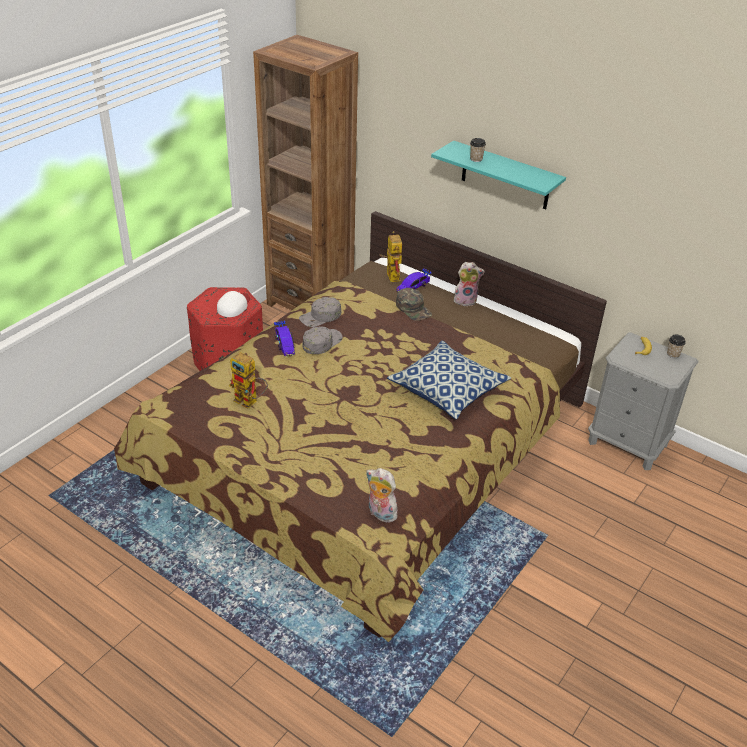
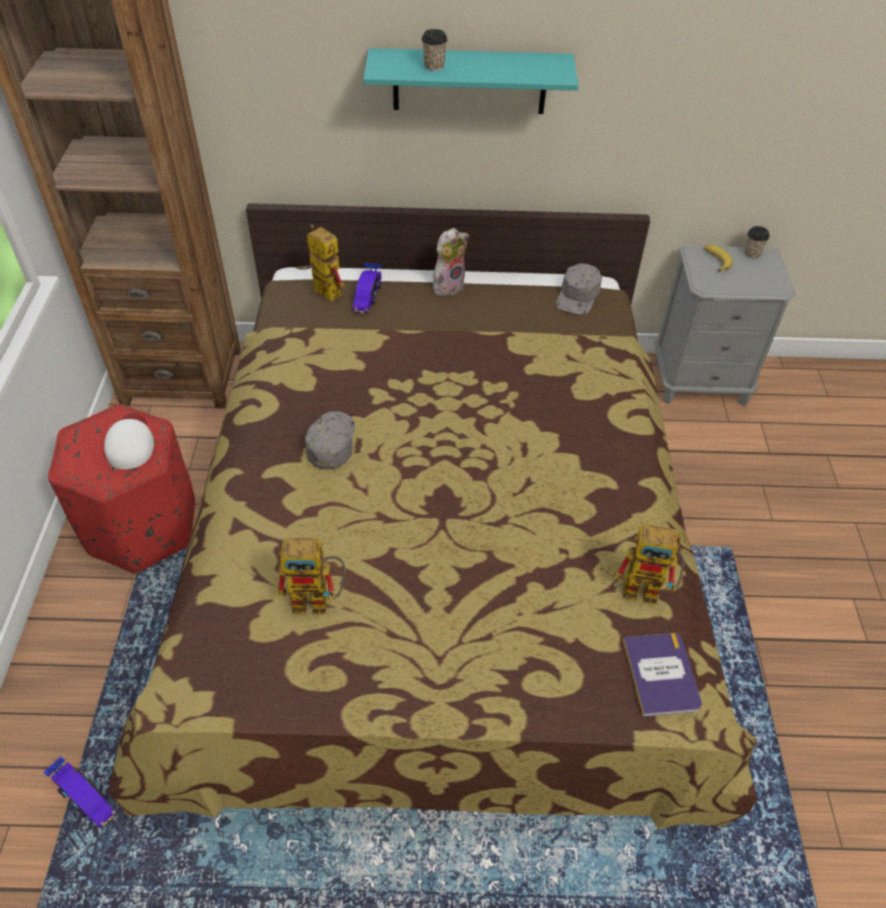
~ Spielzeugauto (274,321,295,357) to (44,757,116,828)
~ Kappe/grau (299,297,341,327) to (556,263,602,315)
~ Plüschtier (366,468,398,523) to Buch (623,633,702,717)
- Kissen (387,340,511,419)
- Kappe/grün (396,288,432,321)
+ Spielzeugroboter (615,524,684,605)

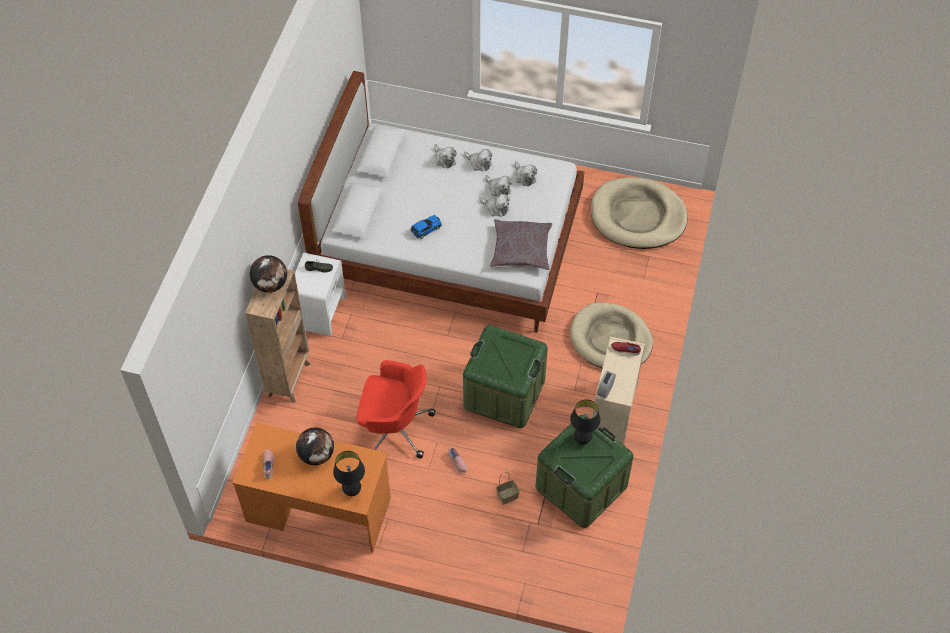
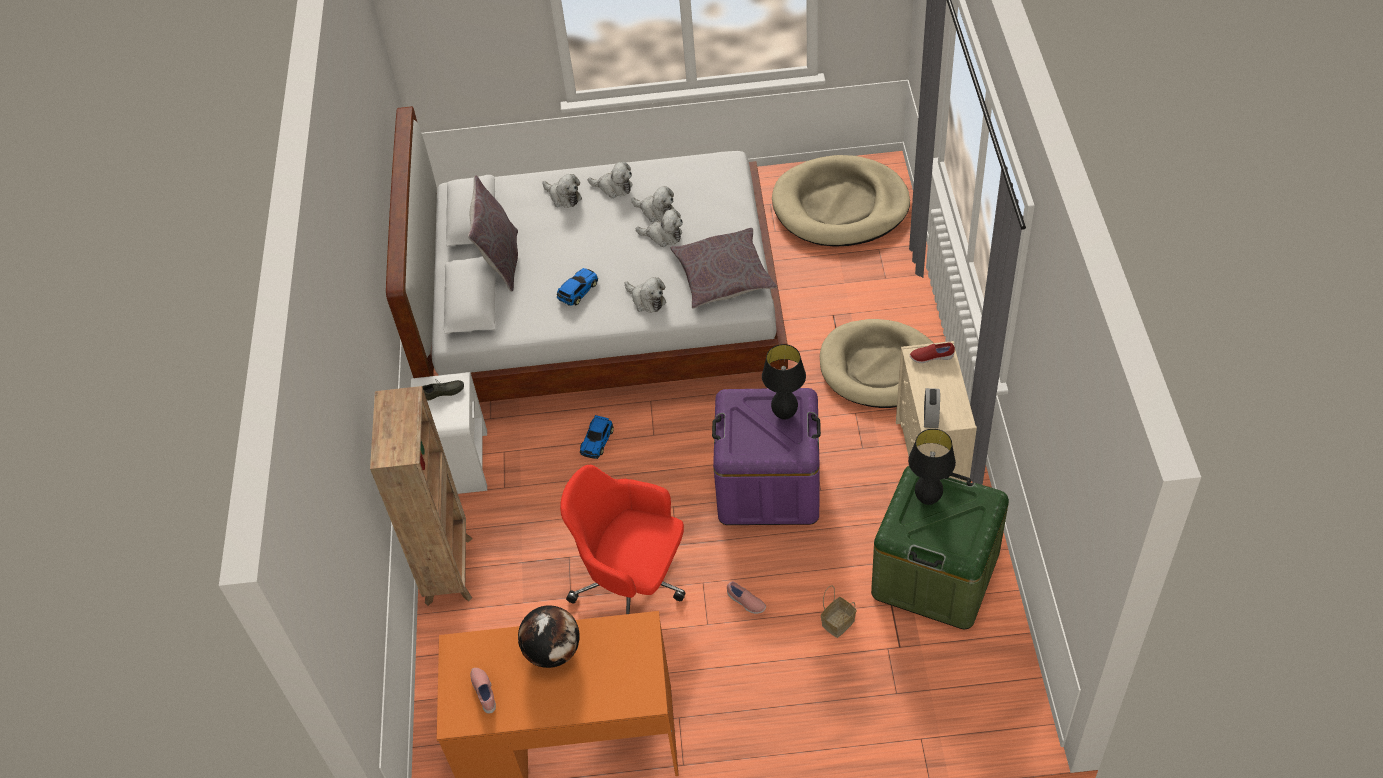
- Globus (250,255,287,293)
~ Tischlampe/schwarz (333,451,365,496) to (762,344,806,420)
~ Bürostuhl/rot (357,360,435,459) = (560,465,686,614) 150 degrees counterclockwise
~ Aufbewahrungsbox/grün (463,325,548,428) to Aufbewahrungsbox/lila (712,388,821,525)
~ Plüschtier (515,161,537,186) to (625,277,666,313)
+ Kissen/grau (468,175,518,292)
+ Spielzeugauto (580,415,614,459)

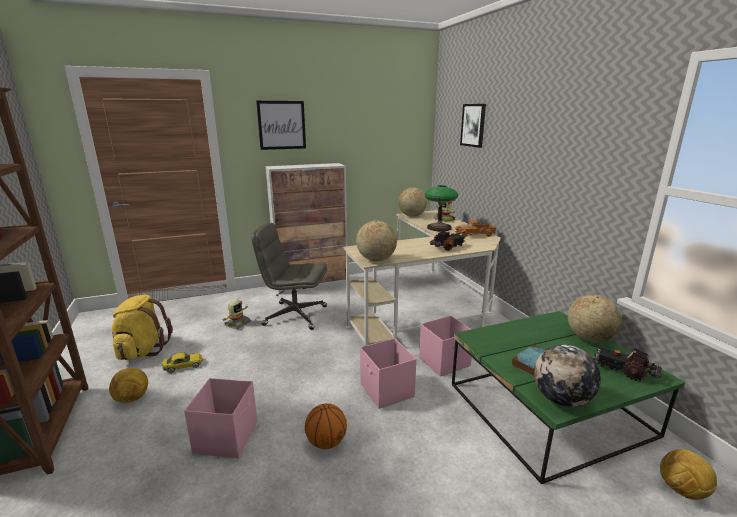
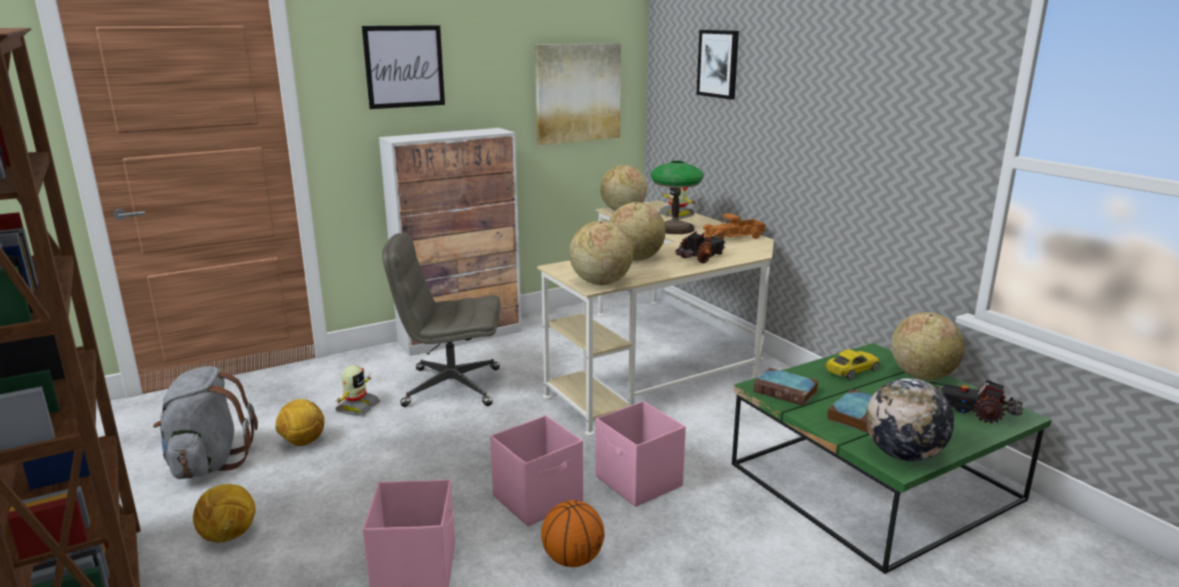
~ Rucksack/gelb (112,295,173,360) to Rucksack/grau (153,366,258,479)
~ Spielzeugauto/gelb (162,353,203,373) to (825,349,880,380)
~ Aufbewahrungsbox/rosa (419,316,472,377) to (490,415,583,526)
~ Fußball (660,449,717,500) to (275,399,325,446)
+ Bild (535,43,621,145)
+ Globus (609,202,666,261)
+ Buch (753,368,819,406)

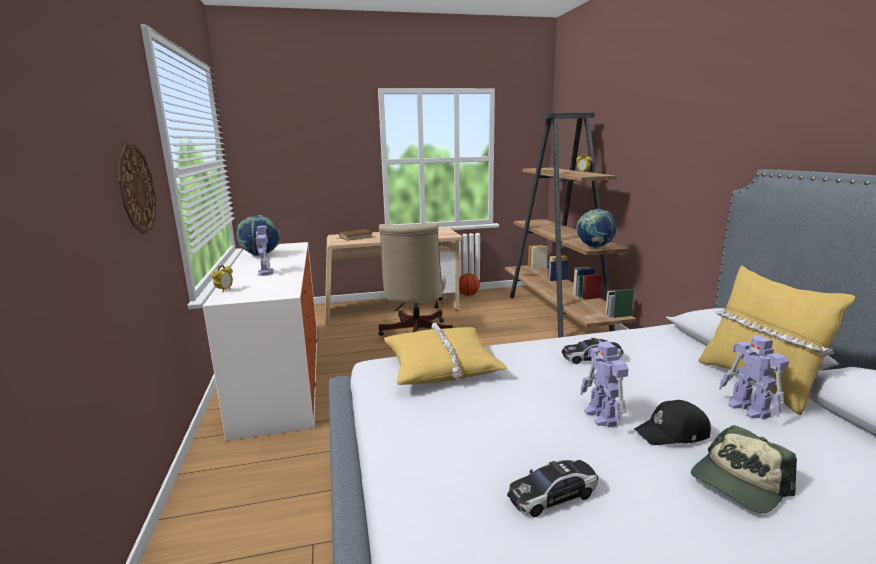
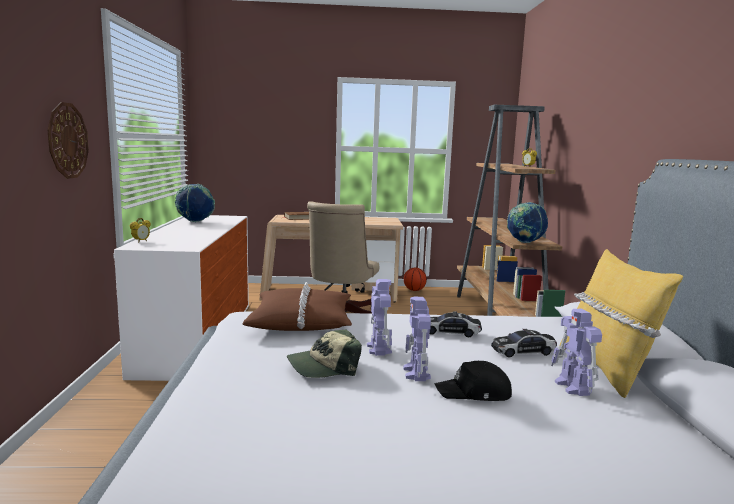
~ Spielzeugroboter (256,226,274,276) to (367,279,392,356)
~ Kissen/gelb (384,323,507,385) to Kissen/braun (243,282,352,331)
~ Spielzeugauto (507,460,598,517) to (491,329,557,358)
~ Kappe (691,425,797,513) to (287,329,362,378)

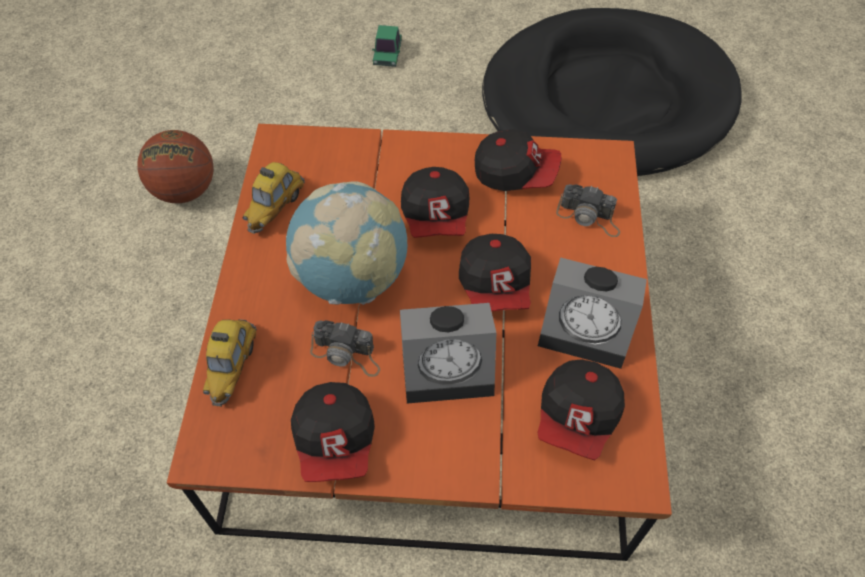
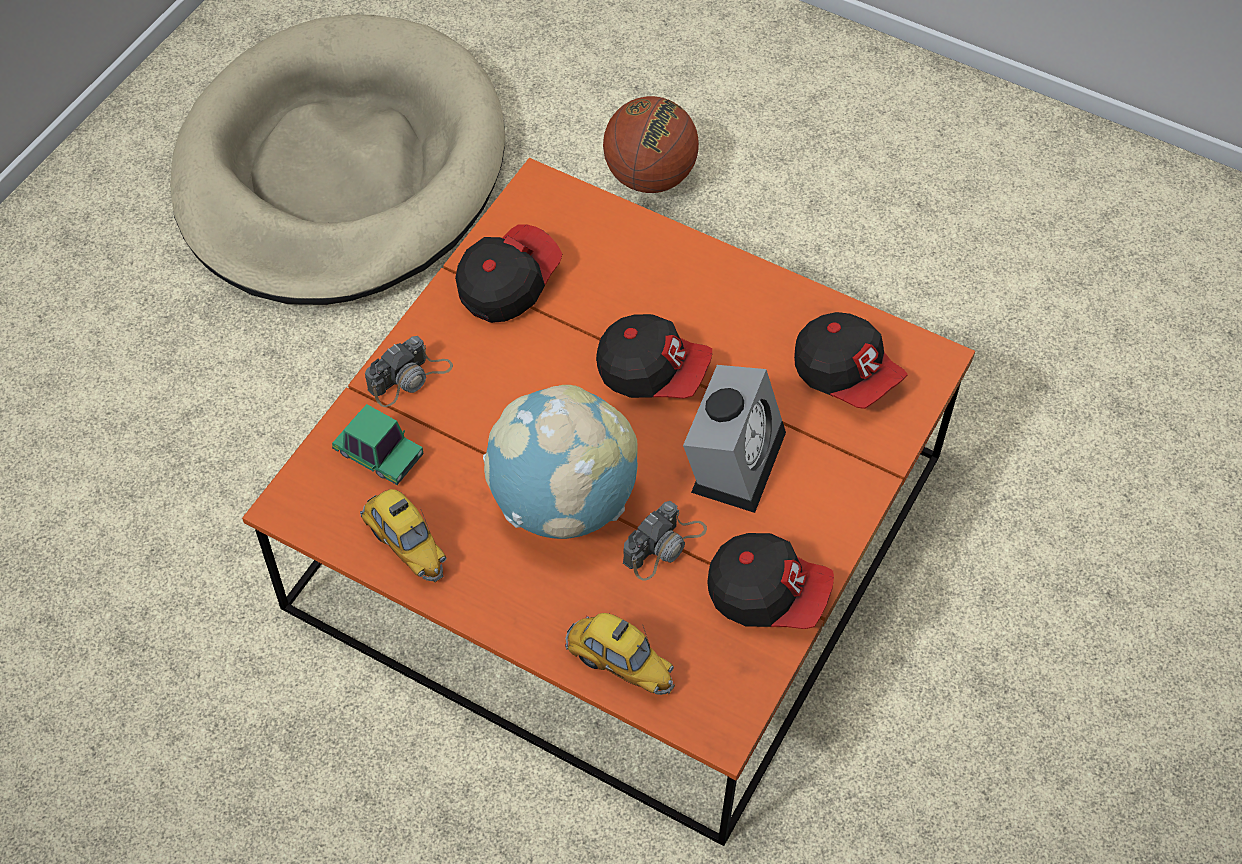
~ Basketball (138,130,214,203) to (603,96,699,193)
~ Spielzeugauto (372,25,402,67) to (332,404,424,485)
- Kappe (401,167,469,238)
~ Hundebett/schwarz (482,8,741,176) to Hundebett/beige (170,14,505,305)
- Wecker (538,257,647,369)
~ Kamera (556,184,620,237) to (365,336,453,407)

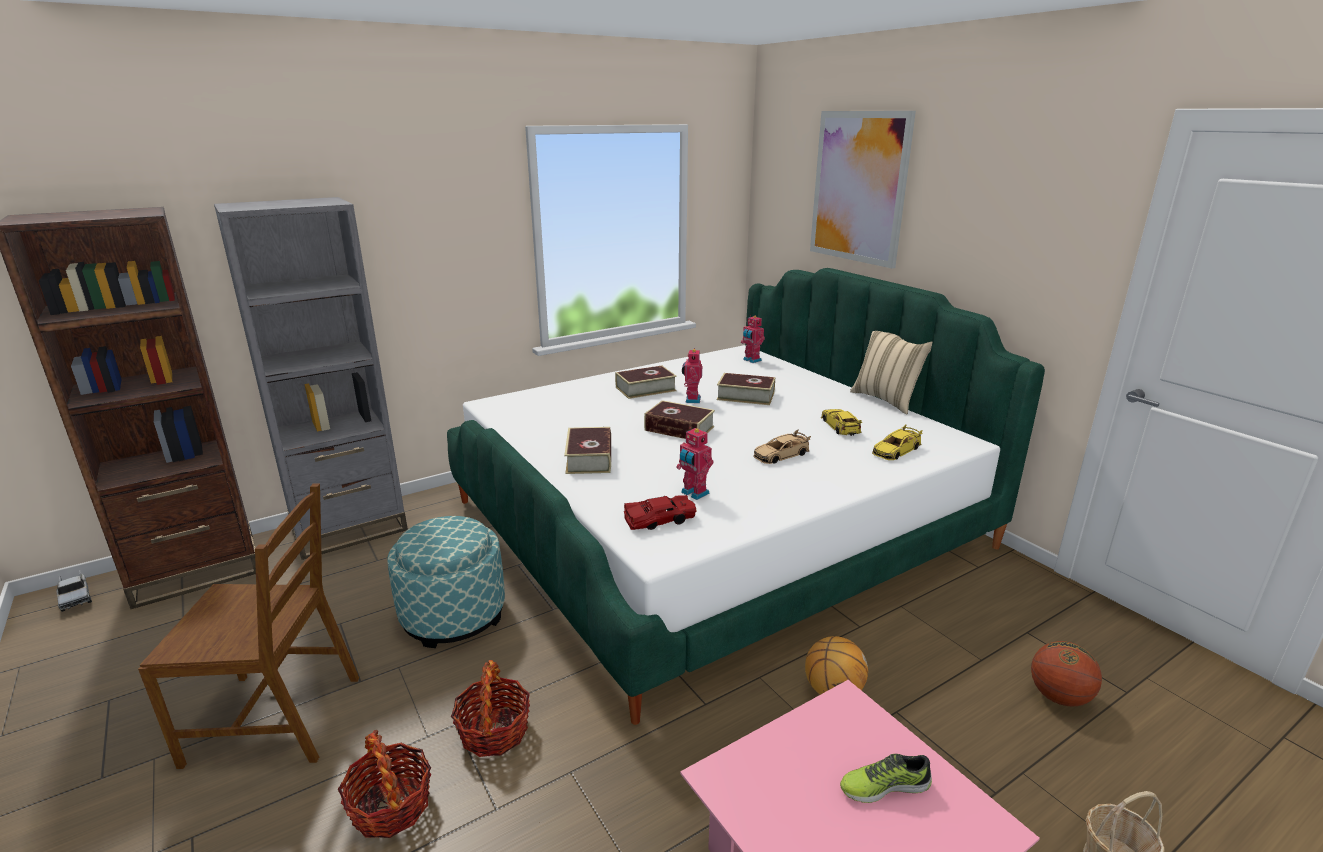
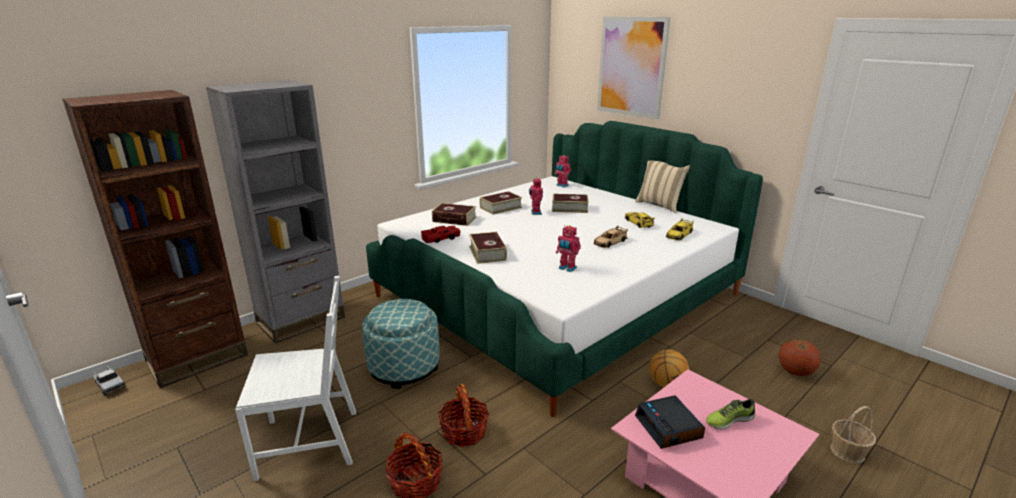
~ Stuhl/braun (138,484,359,769) to Stuhl/weiß (235,276,356,481)
~ Spielzeugauto/rot (624,495,696,530) to (421,226,461,243)
~ Buch (644,400,715,439) to (432,203,476,226)
+ Wecker (635,396,705,449)

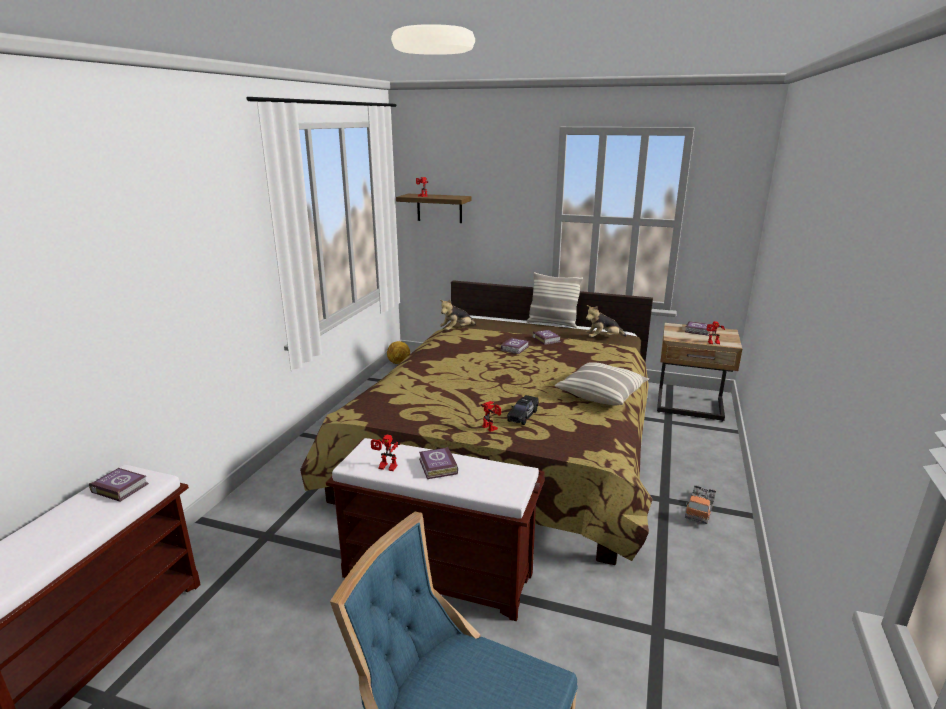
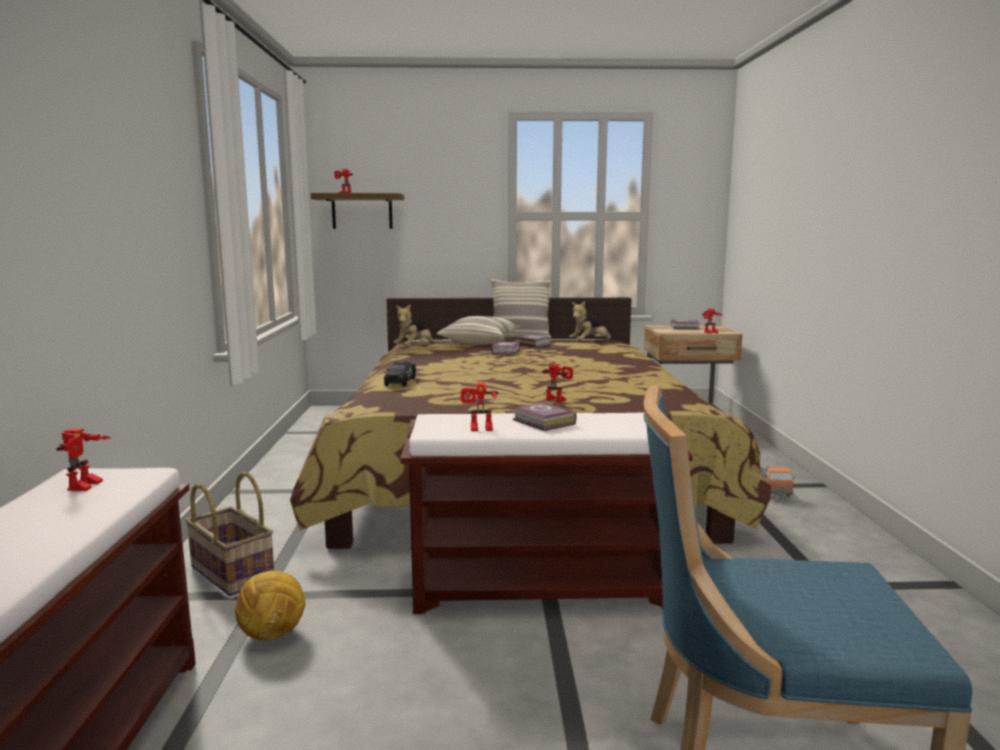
~ Buch (89,468,149,502) to Spielzeugroboter (56,429,111,491)
~ Fußball (387,341,410,364) to (235,571,305,640)
~ Spielzeugauto/schwarz (507,395,539,425) to (384,361,416,387)
~ Kissen (555,362,649,406) to (437,316,520,345)
+ Korb (185,472,274,596)

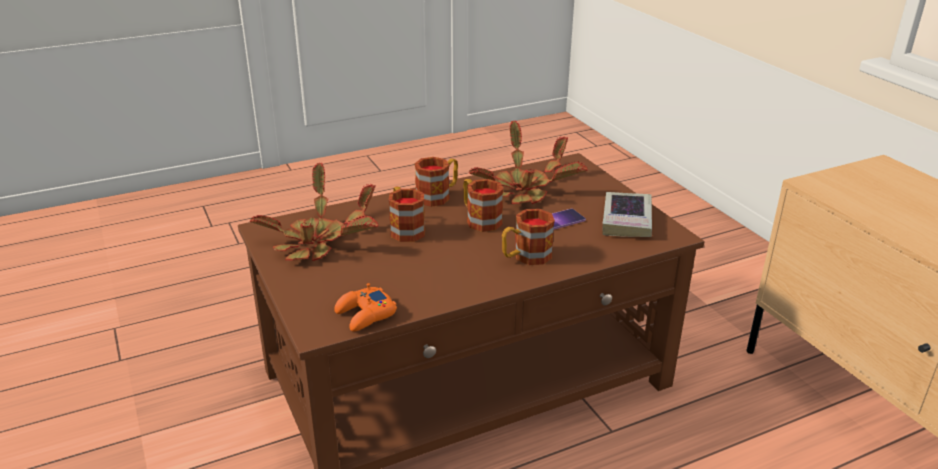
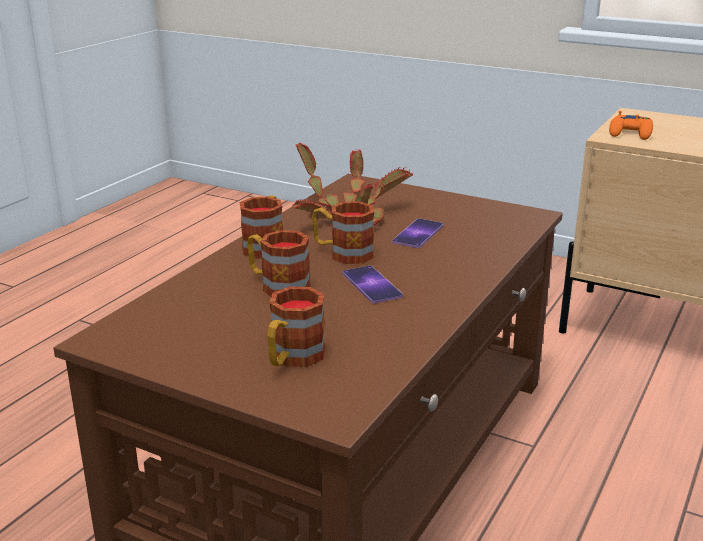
- Topfpflanze (250,163,378,261)
~ Gamepad/orange (334,283,397,332) to (609,111,653,140)
~ Henkelbecher (502,209,555,265) to (267,286,325,367)
- Buch (602,192,652,237)
+ Handy (342,266,403,304)

